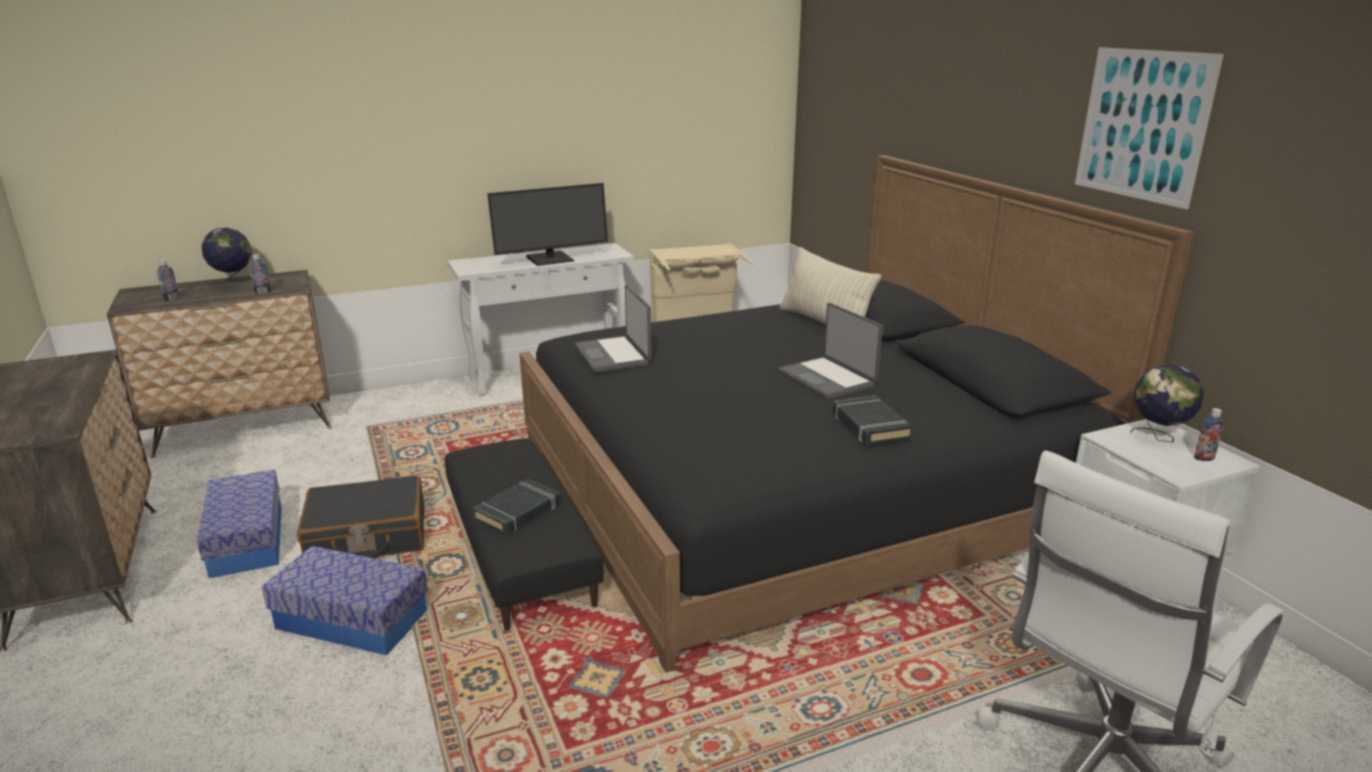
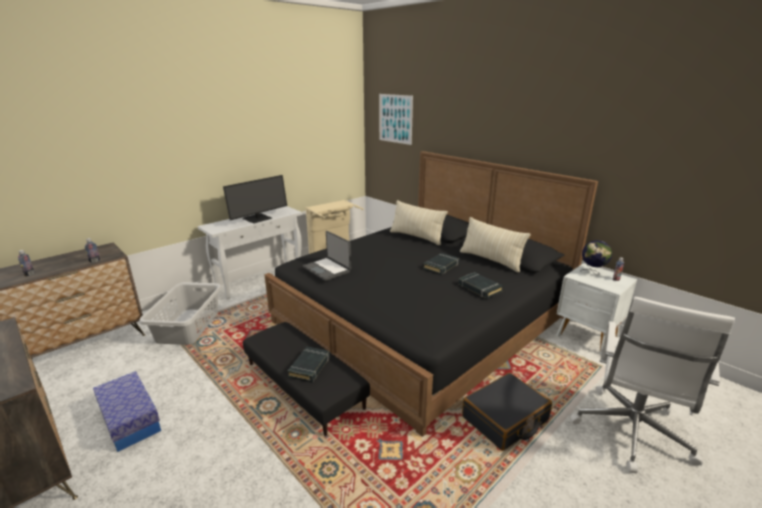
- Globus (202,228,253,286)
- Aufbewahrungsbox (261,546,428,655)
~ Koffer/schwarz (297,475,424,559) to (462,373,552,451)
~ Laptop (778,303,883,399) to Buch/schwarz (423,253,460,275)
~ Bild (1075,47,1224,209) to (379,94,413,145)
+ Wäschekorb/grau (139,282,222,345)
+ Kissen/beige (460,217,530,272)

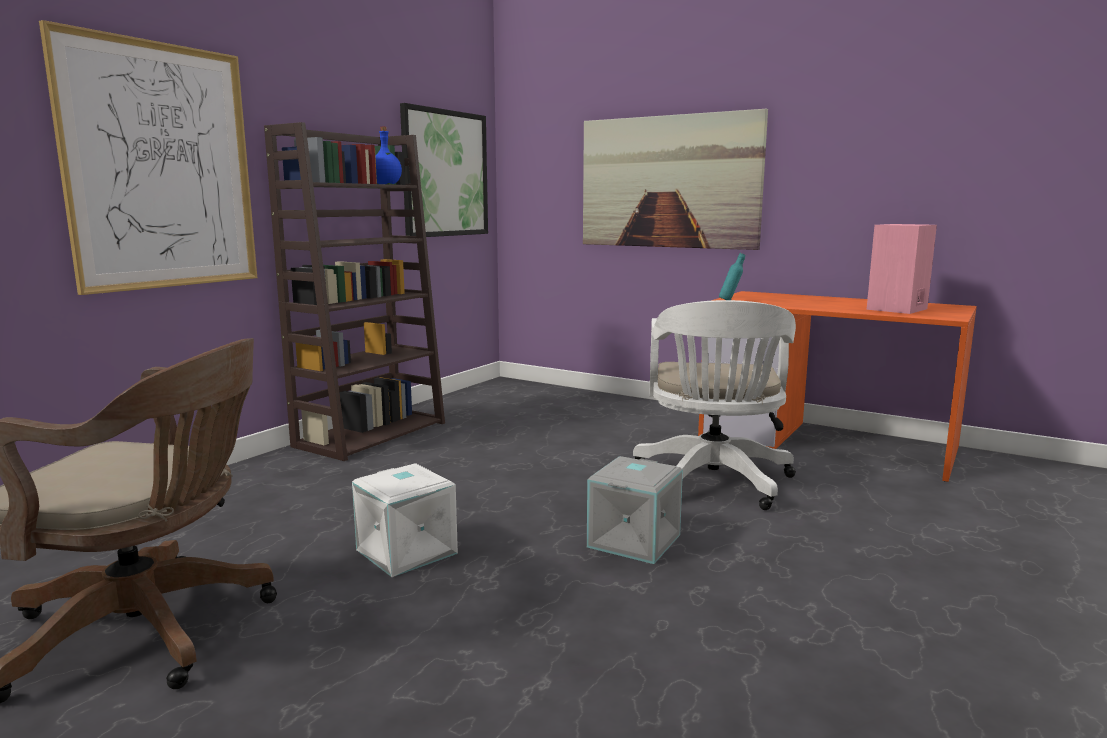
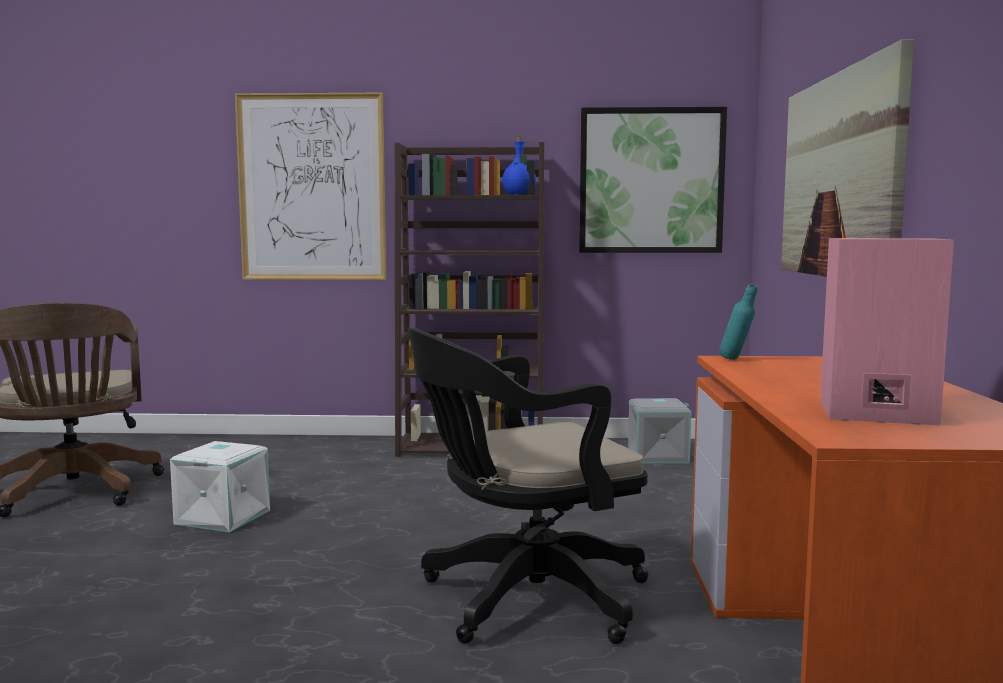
~ Aufbewahrungsbox/grau (587,456,683,564) to (628,398,691,464)
~ Bürostuhl/weiß (633,300,796,510) to Bürostuhl/schwarz (408,328,648,644)

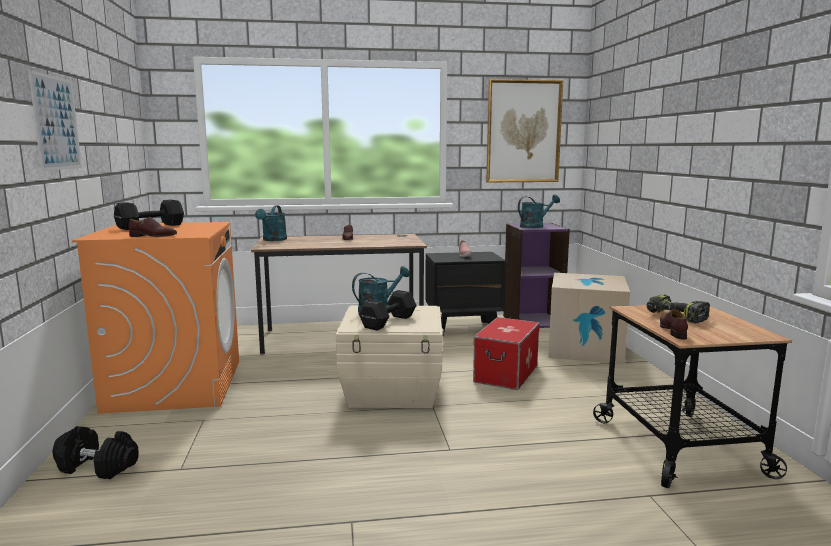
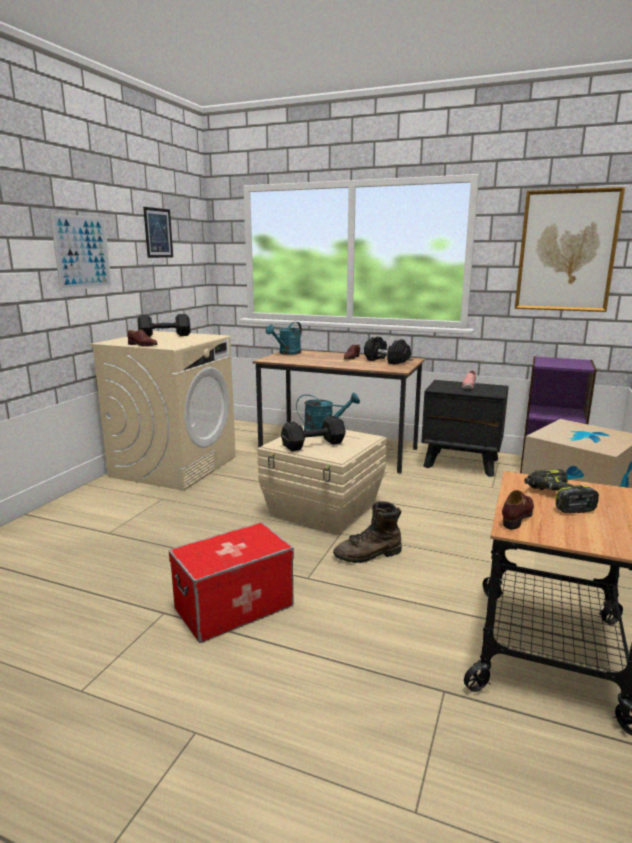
~ Hantel/schwarz (53,426,139,479) to (364,336,411,365)
~ Waschmaschine/orange (72,222,239,414) to Waschmaschine/beige (90,331,236,491)
~ Aufbewahrungsbox (473,317,540,390) to (169,522,294,643)
- Gießkanne/türkis (518,195,560,228)
+ Bild (143,207,173,258)
+ Stiefel/braun (333,501,402,563)

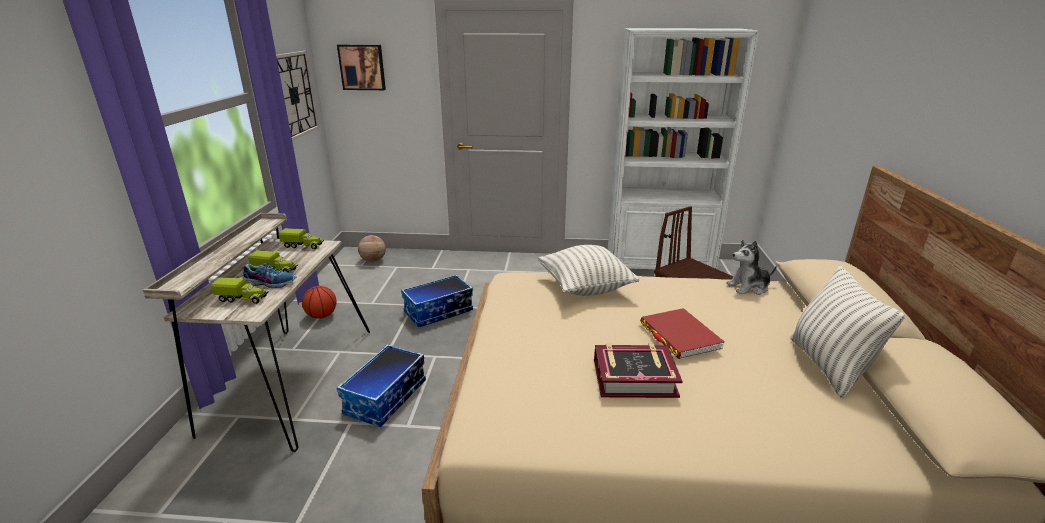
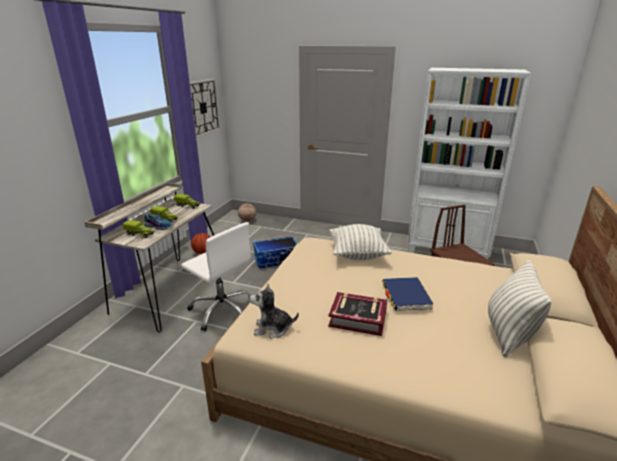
- Bild (337,45,386,90)
~ Aufbewahrungsbox (337,344,426,427) to Bürostuhl/weiß (181,222,251,331)
~ Buch/rot (640,308,725,359) to Buch/blau (382,277,434,311)
~ Plüschtier (726,240,777,295) to (249,284,299,339)

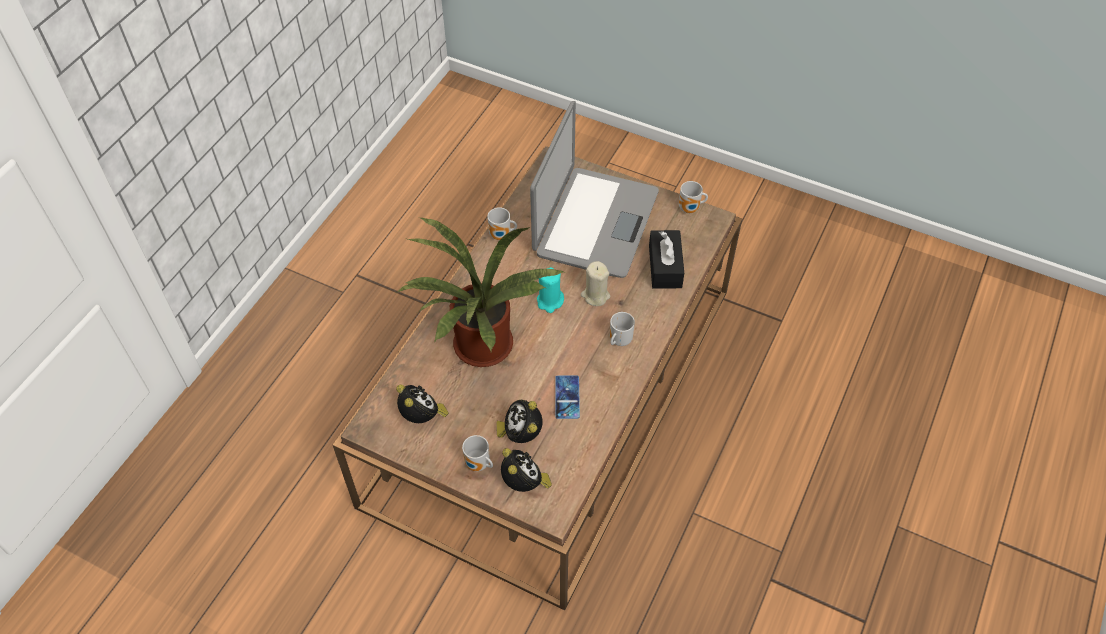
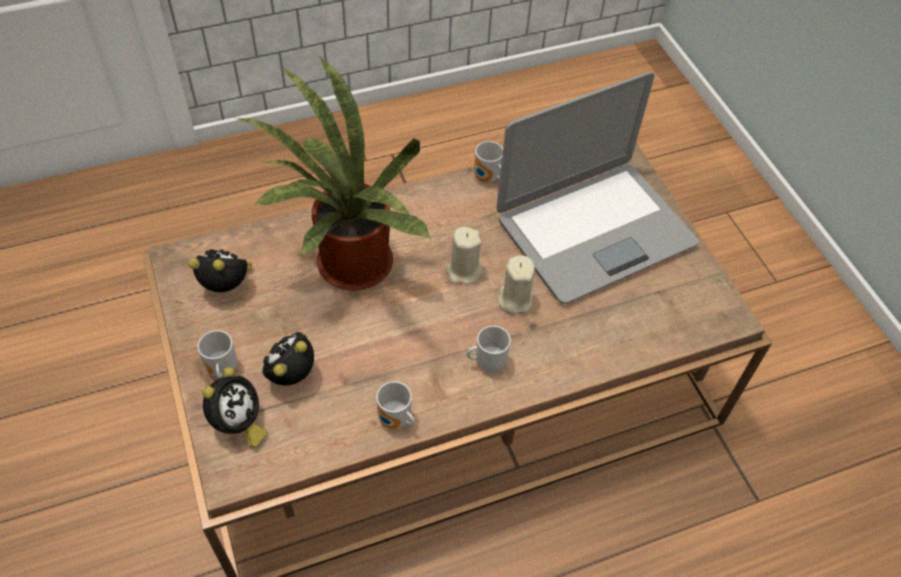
~ Wecker (396,384,449,423) = (188,249,252,292) 90 degrees counterclockwise
~ Kerze/türkis (537,267,564,313) to Kerze/beige (446,227,483,284)
- Handy (555,375,580,419)
- Taschentuchbox/schwarz (649,230,684,289)
~ Henkelbecher (679,181,708,213) to (376,381,415,429)

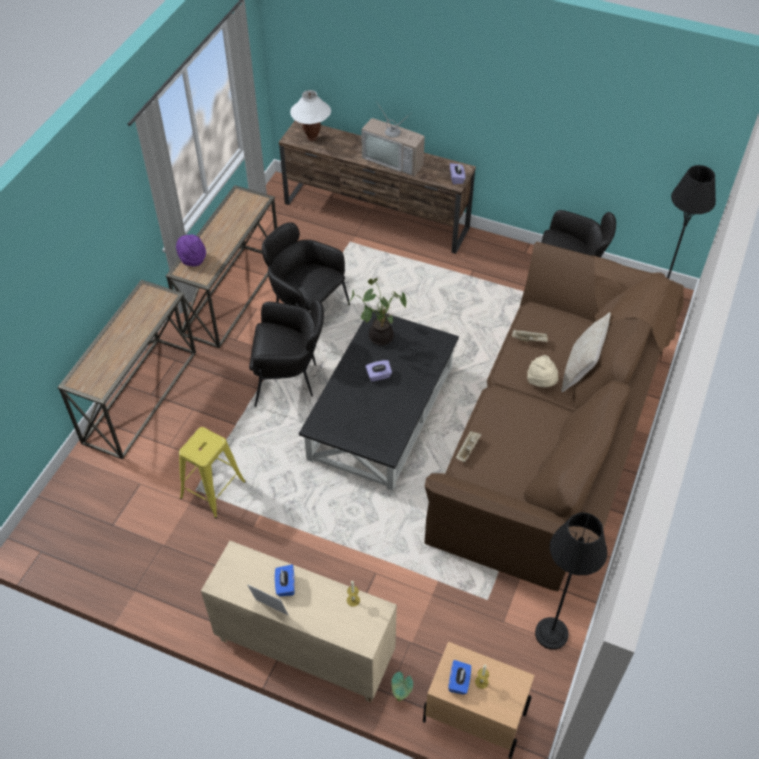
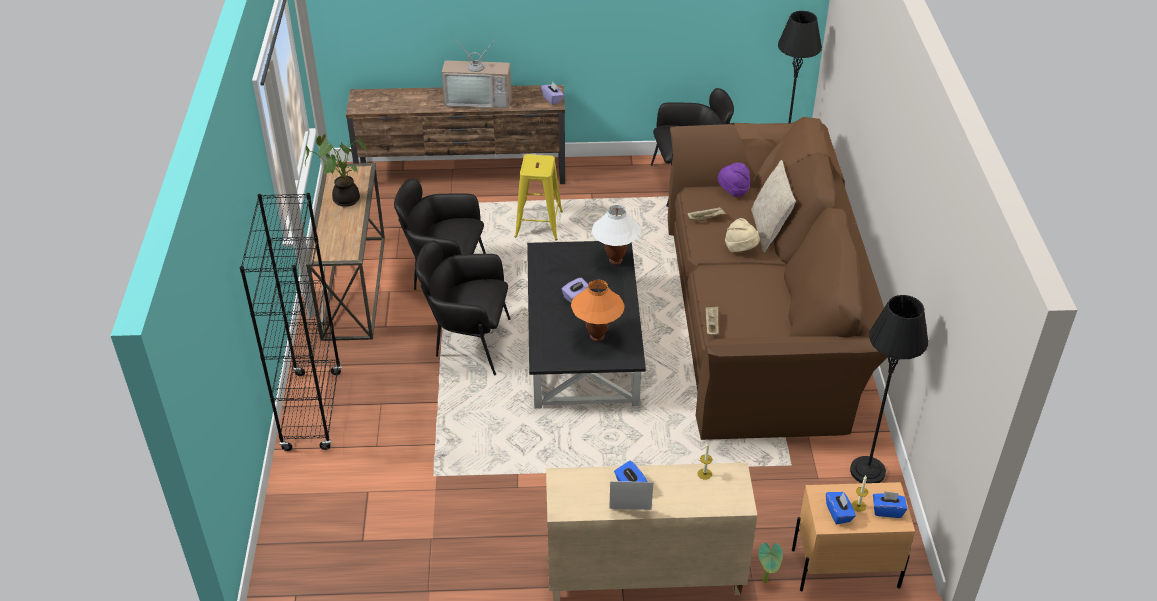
~ Konsolentisch (57,280,196,460) to Bücherregal/schwarz (240,193,342,451)
~ Hut/lila (176,234,206,266) to (717,163,750,197)
~ Hocker/gelb (179,427,246,518) to (515,154,563,240)
~ Sessel/schwarz (249,299,324,407) = (415,240,511,375) 150 degrees counterclockwise
~ Tischlampe/weiß (290,90,331,141) to (592,205,641,265)
~ Topfpflanze (348,278,406,346) to (305,134,367,207)
+ Tischlampe/orange (571,280,625,342)
+ Taschentuchbox/blau (873,491,907,518)

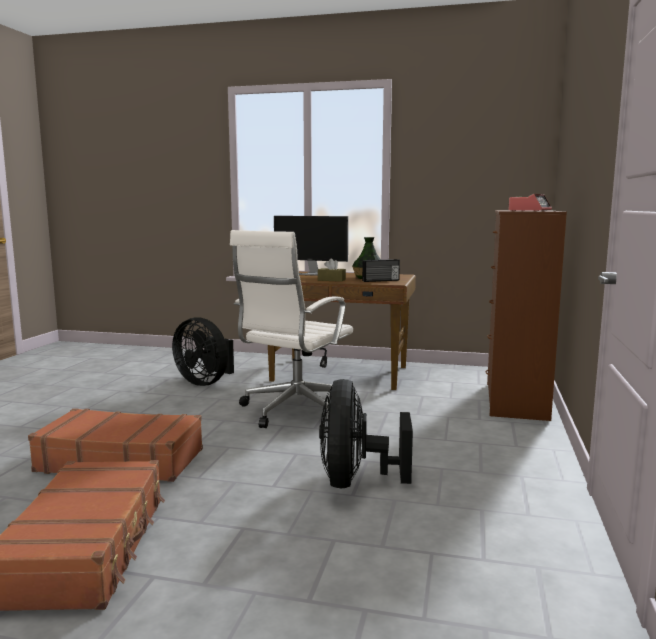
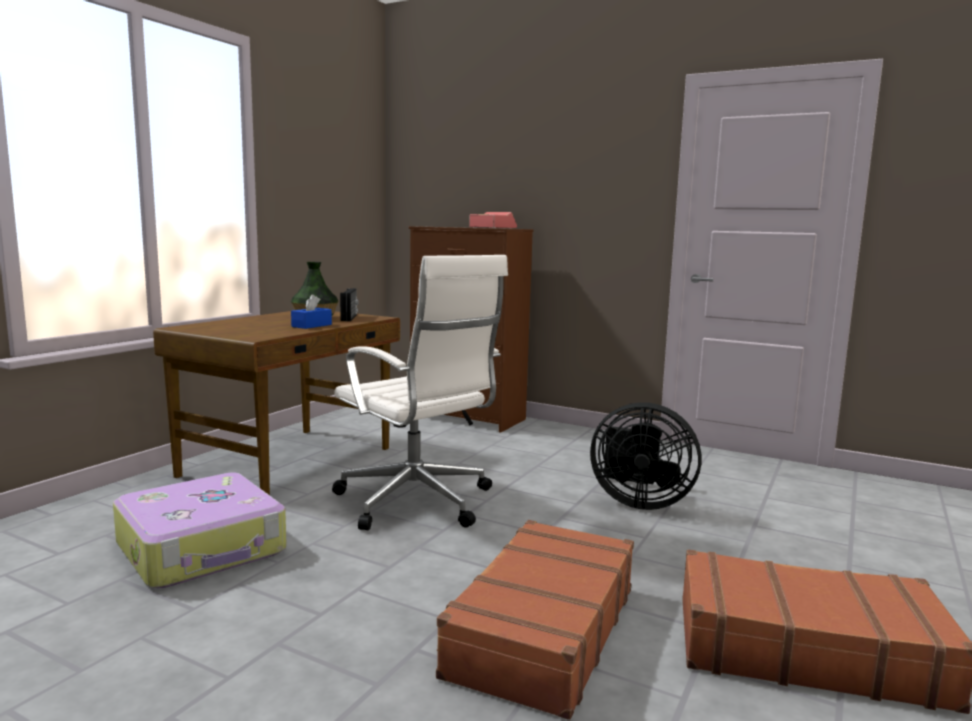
~ Ventilator/schwarz (172,317,234,386) to Koffer (113,472,287,588)
- Monitor (274,216,348,276)
~ Taschentuchbox/braun (318,258,346,282) to Taschentuchbox/blau (291,294,332,329)

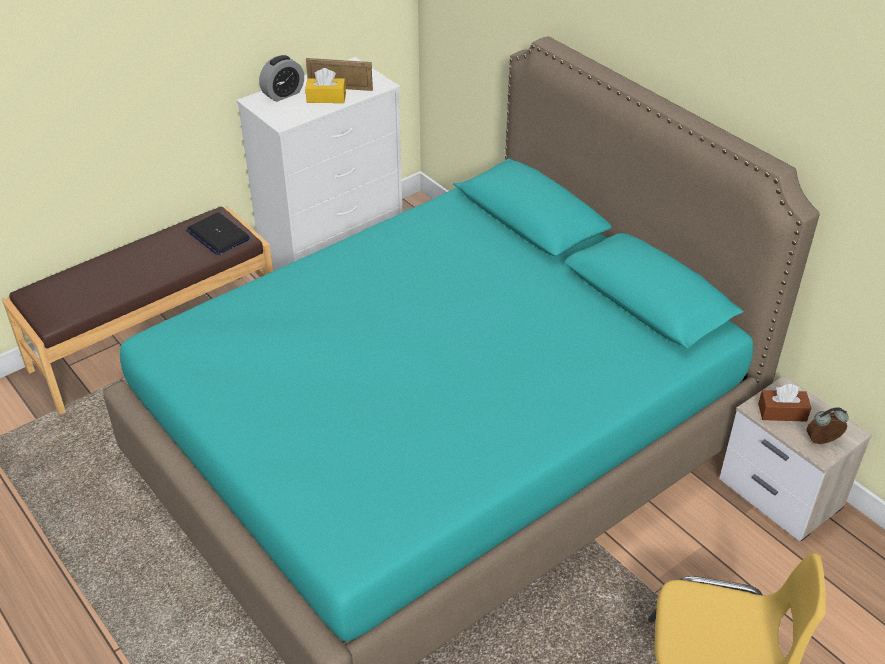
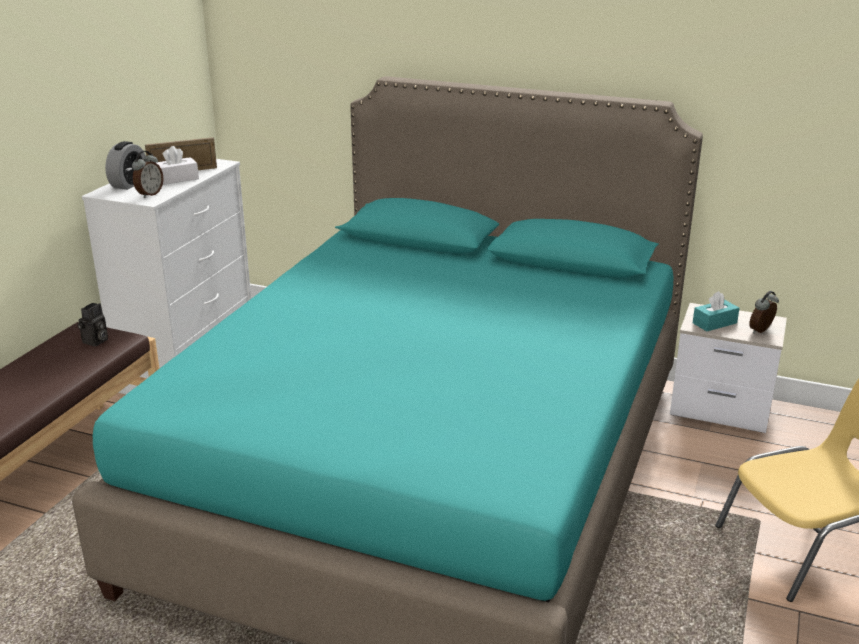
~ Laptop (186,212,250,255) to Kamera (77,303,108,347)
~ Taschentuchbox/gelb (305,68,346,103) to Taschentuchbox/weiß (157,146,199,185)
~ Taschentuchbox/braun (758,384,811,422) to Taschentuchbox/türkis (693,291,739,331)
+ Wecker (132,151,163,198)

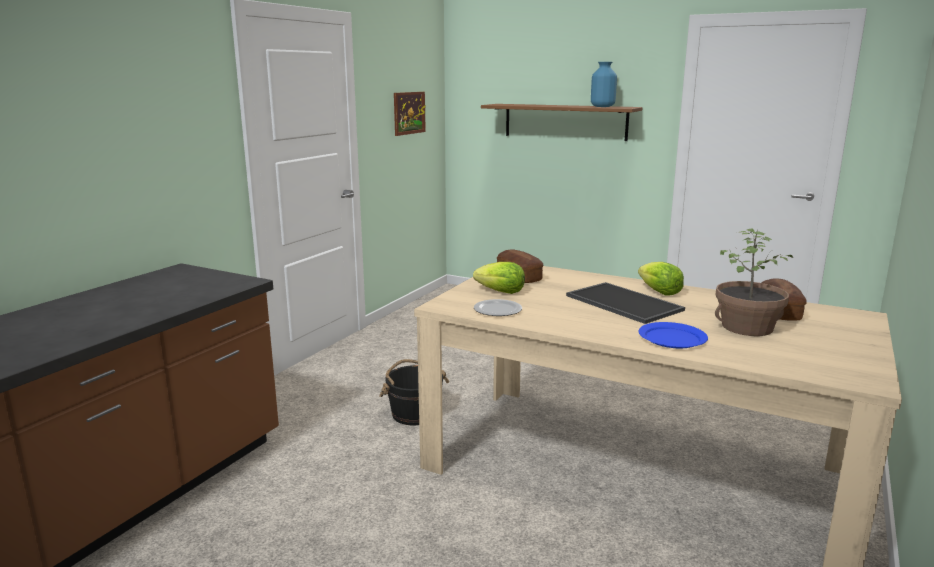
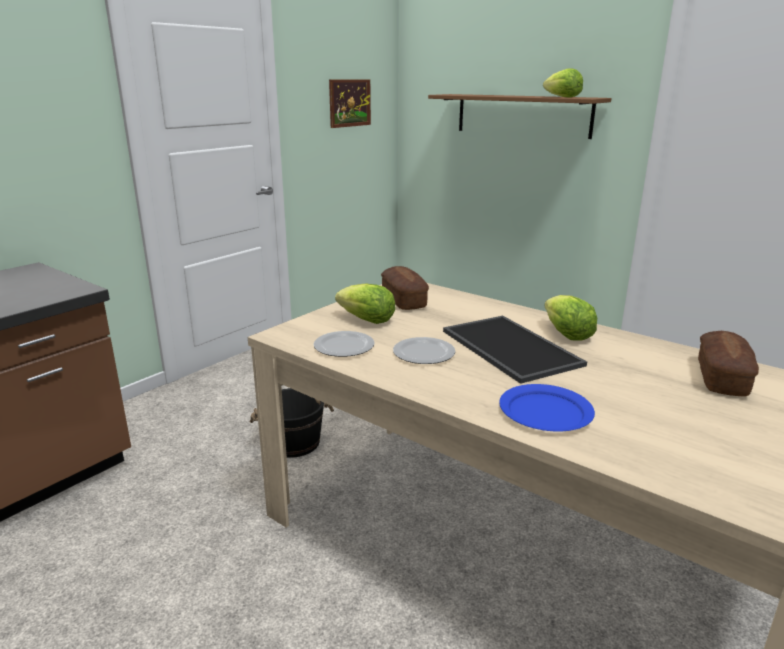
~ Vase/blau (591,62,617,107) to Salatkopf (543,69,583,98)
- Topfpflanze (715,228,793,336)
+ Teller (393,337,455,364)

